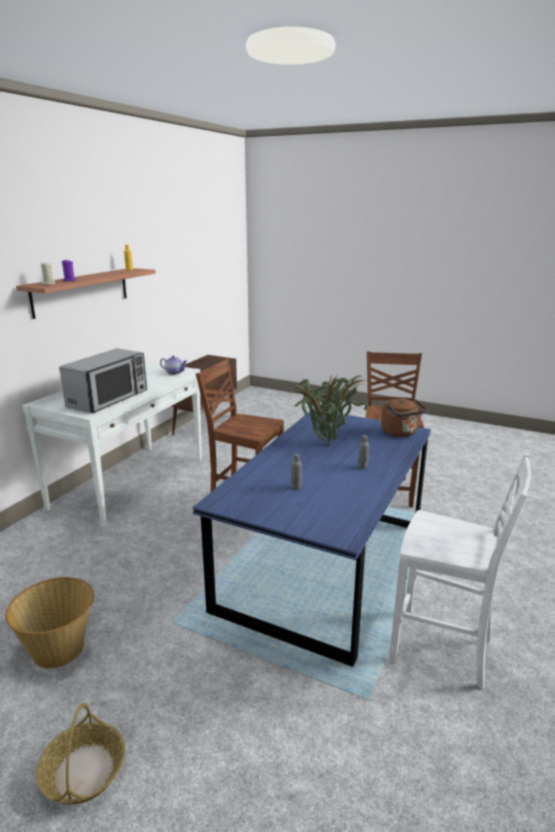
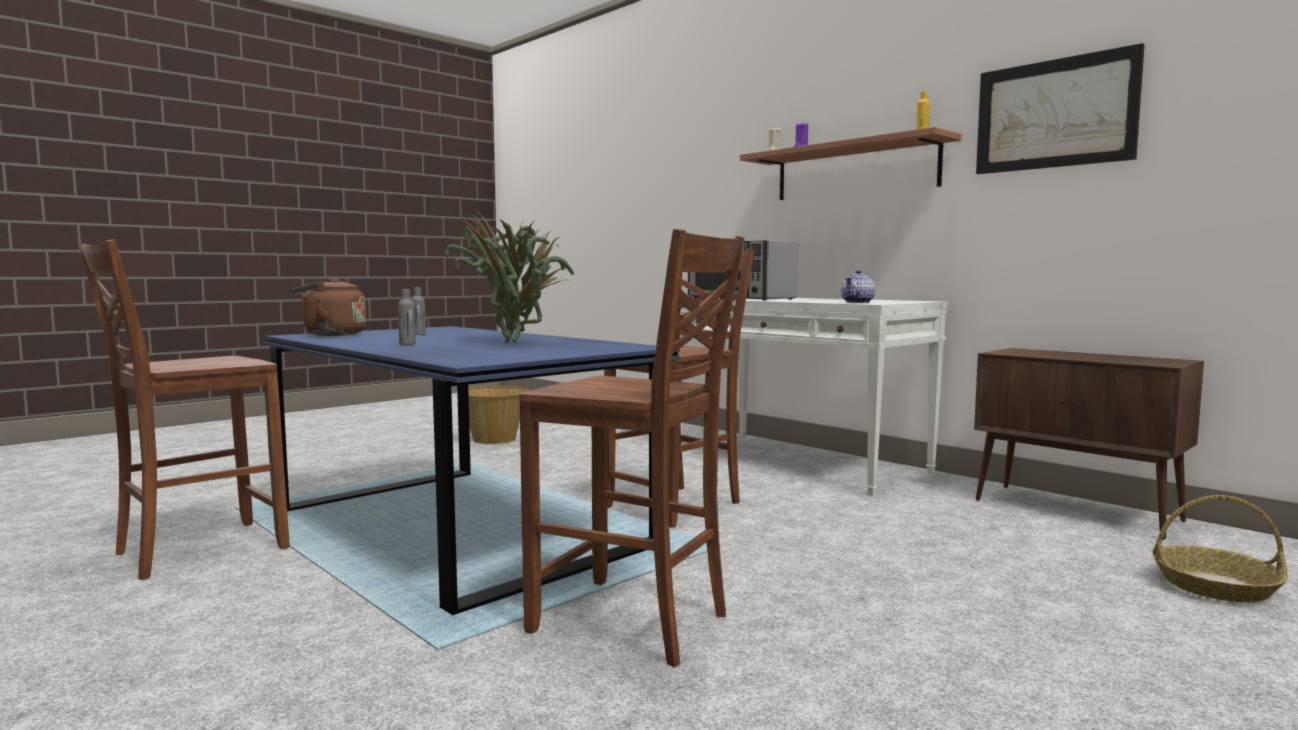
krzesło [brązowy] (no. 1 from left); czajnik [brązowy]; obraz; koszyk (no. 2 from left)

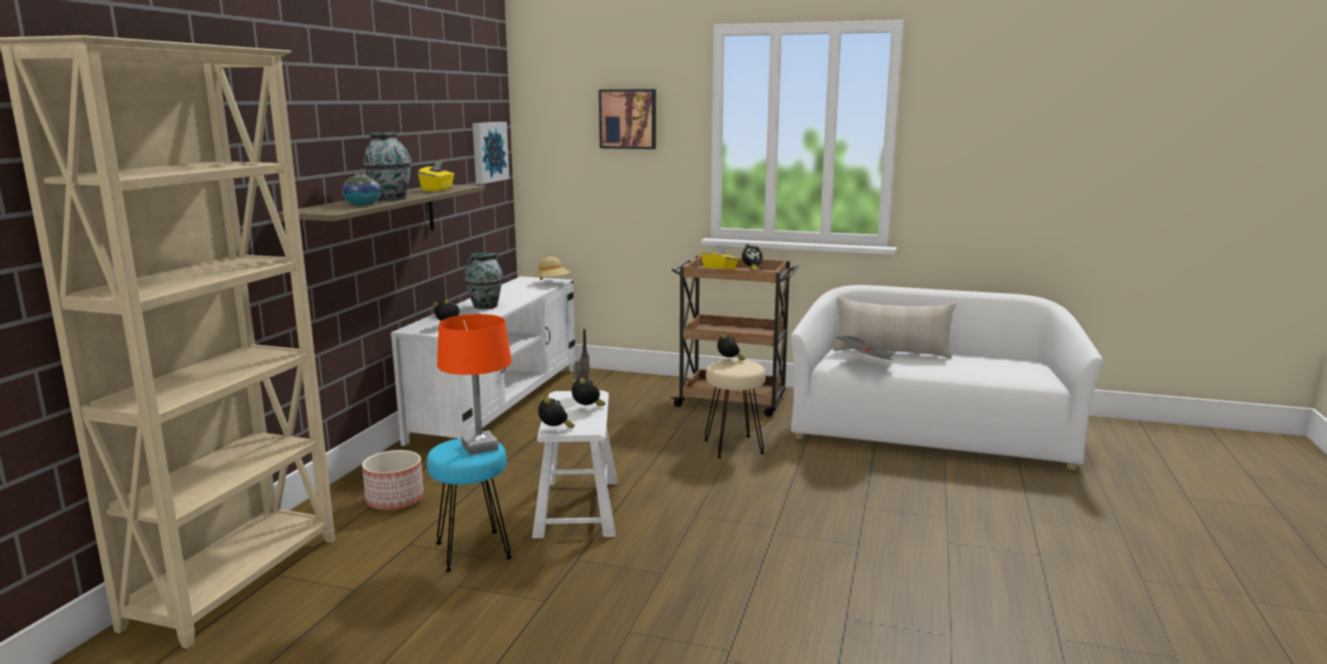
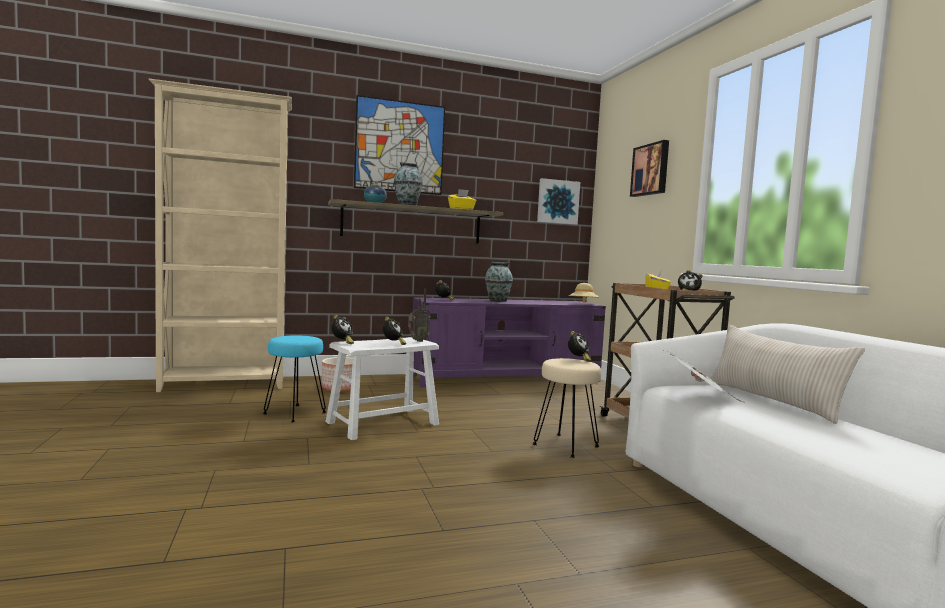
obraz (no. 1 from left); szafka pod telewizor [fioletowy]; lampa stołowa [pomarańczowy]

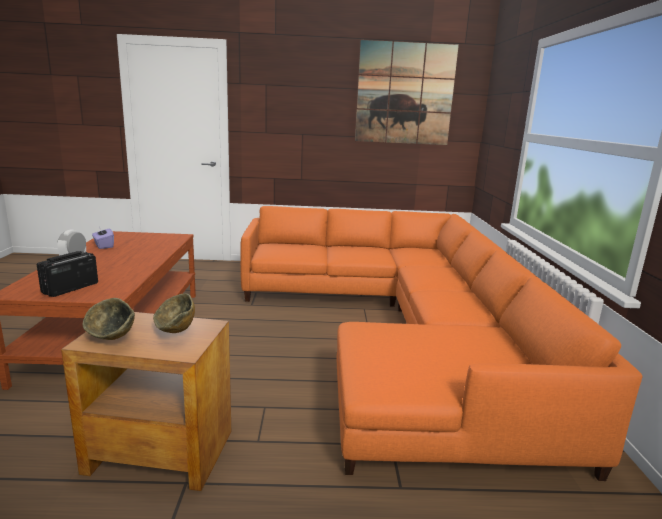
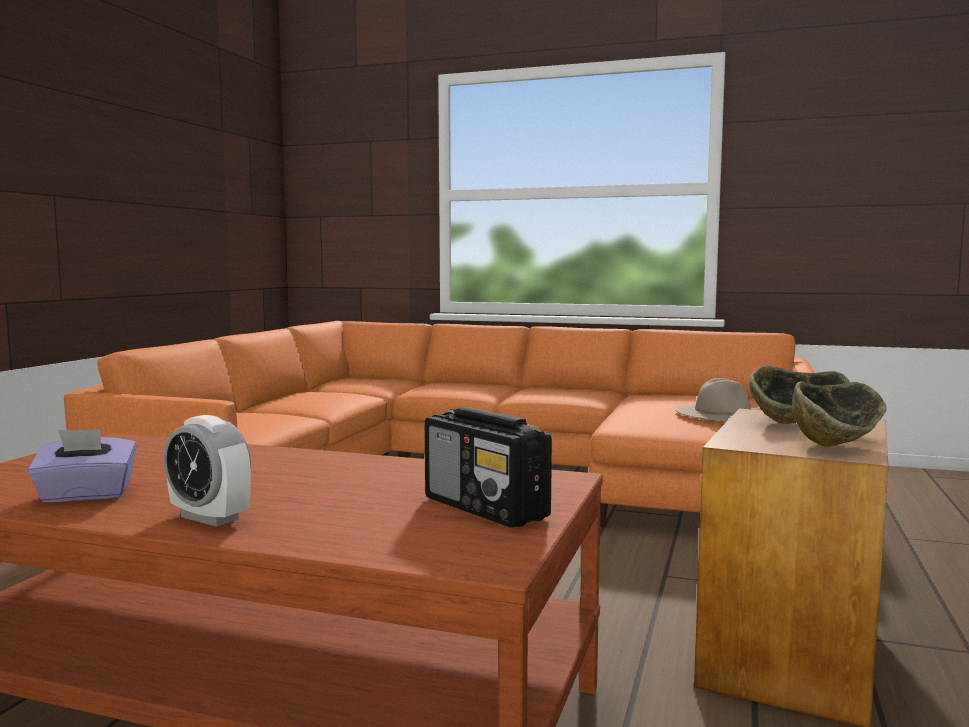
kapelusz [beżowy]; obraz

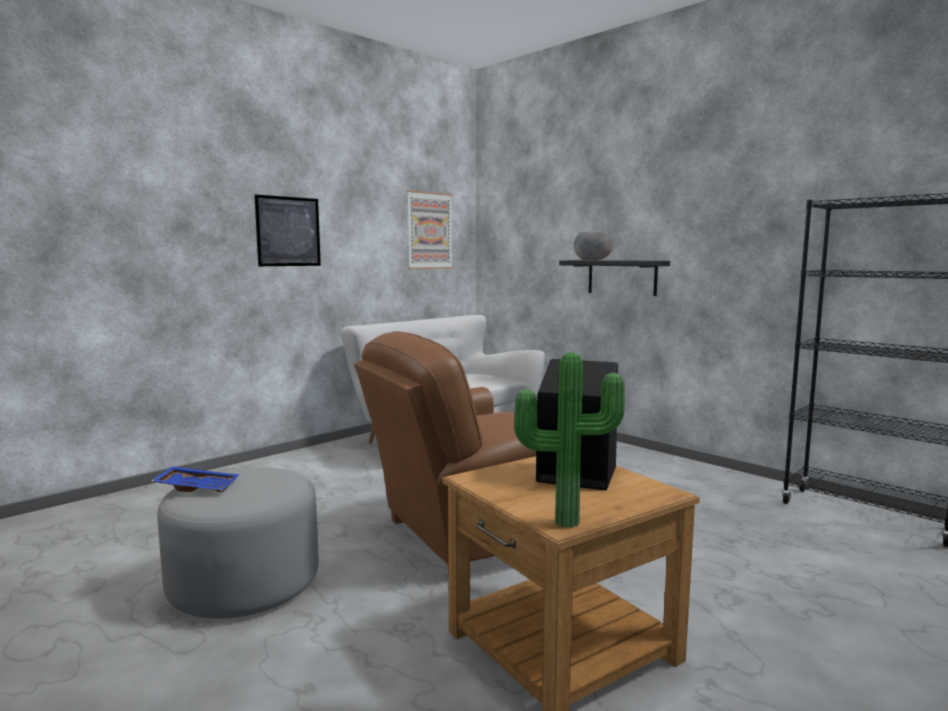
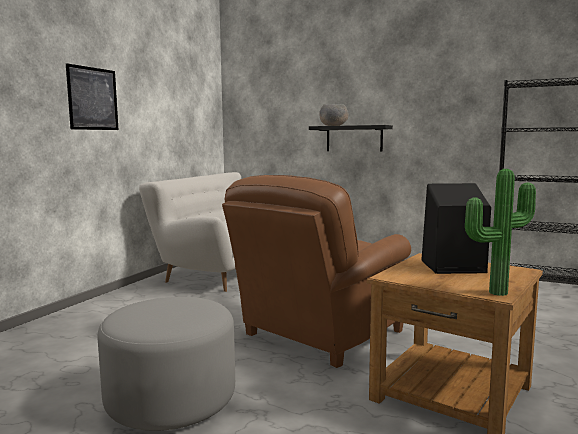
taca [niebieski]; obraz (no. 2 from left in the first image)

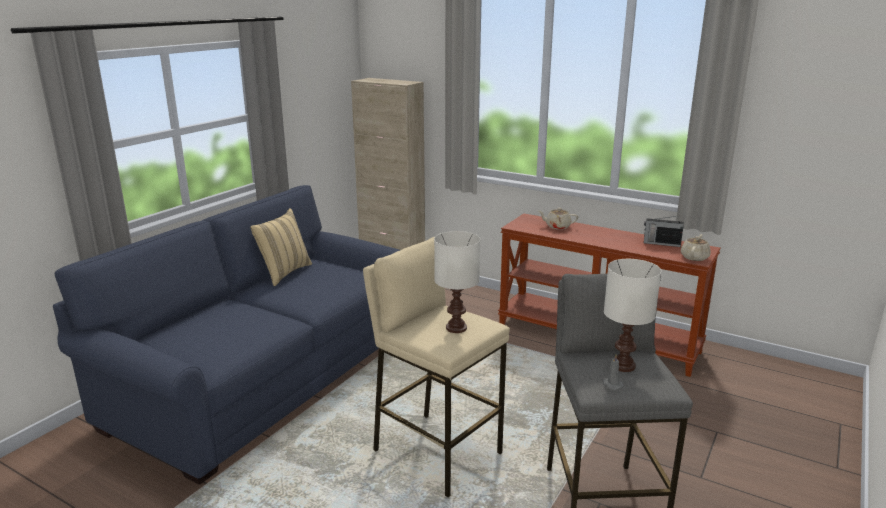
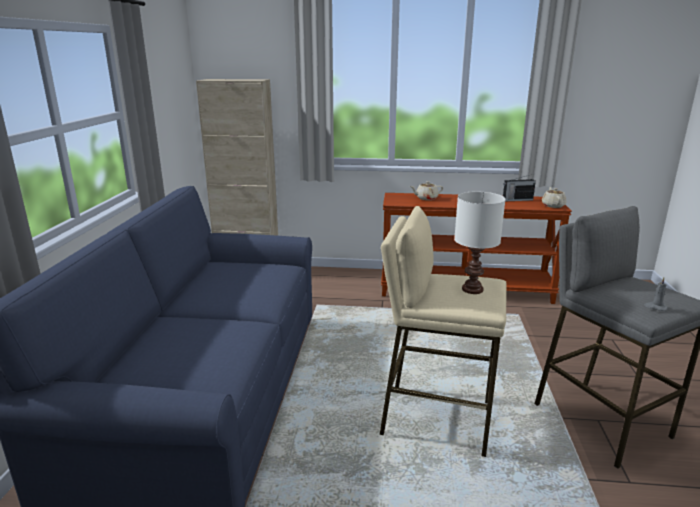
poduszka [beżowy]; lampa stołowa [biały] (no. 2 from left in the first image)

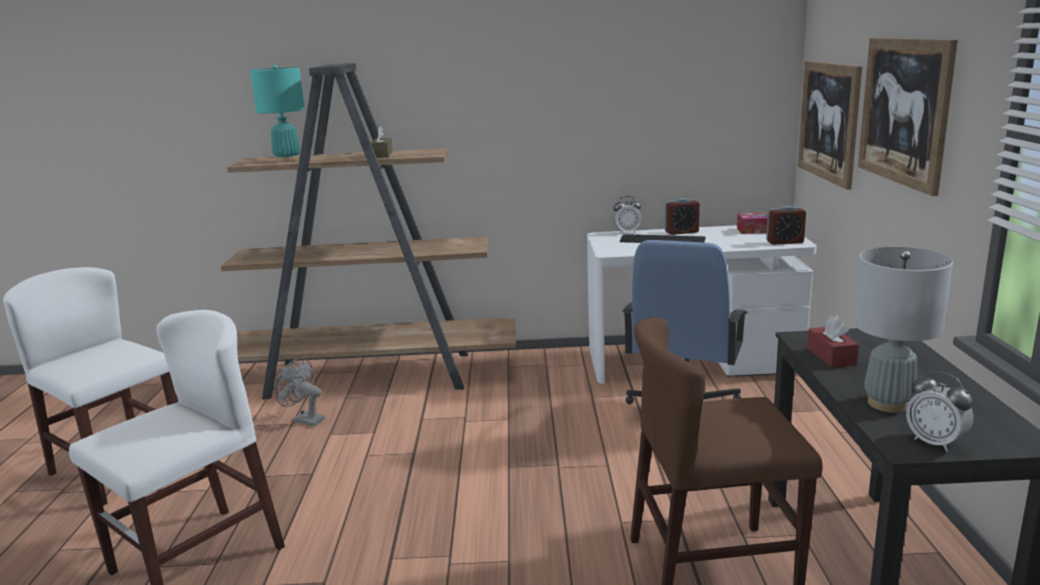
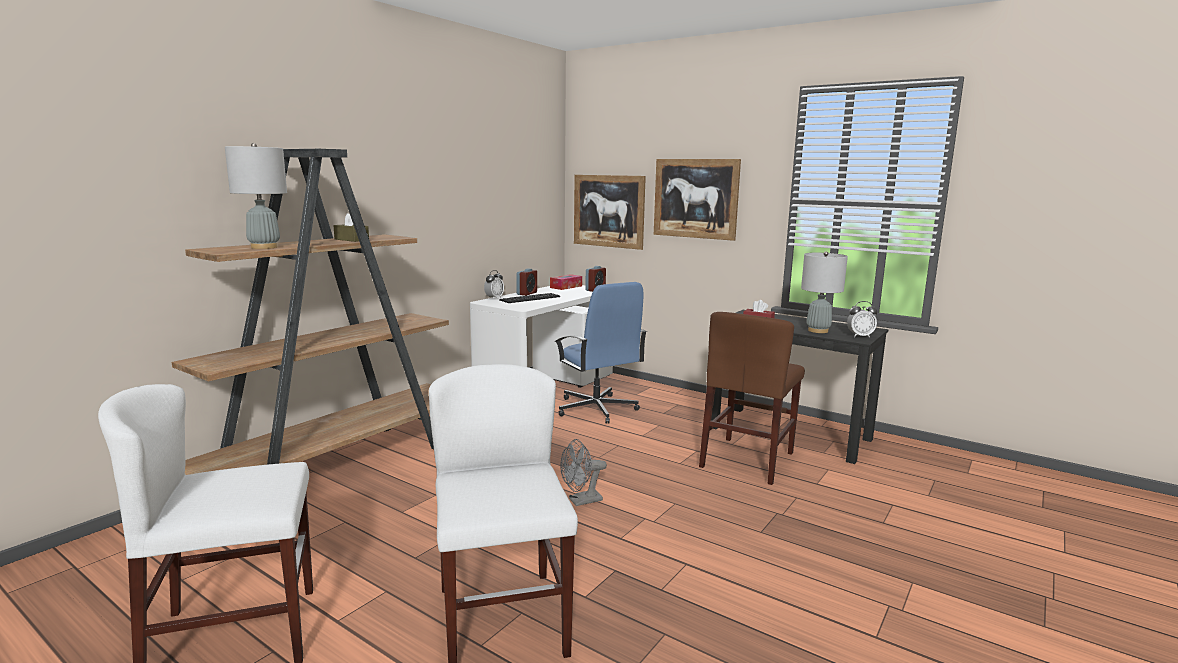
lampa stołowa [szary] (no. 1 from left); wentylator [szary]

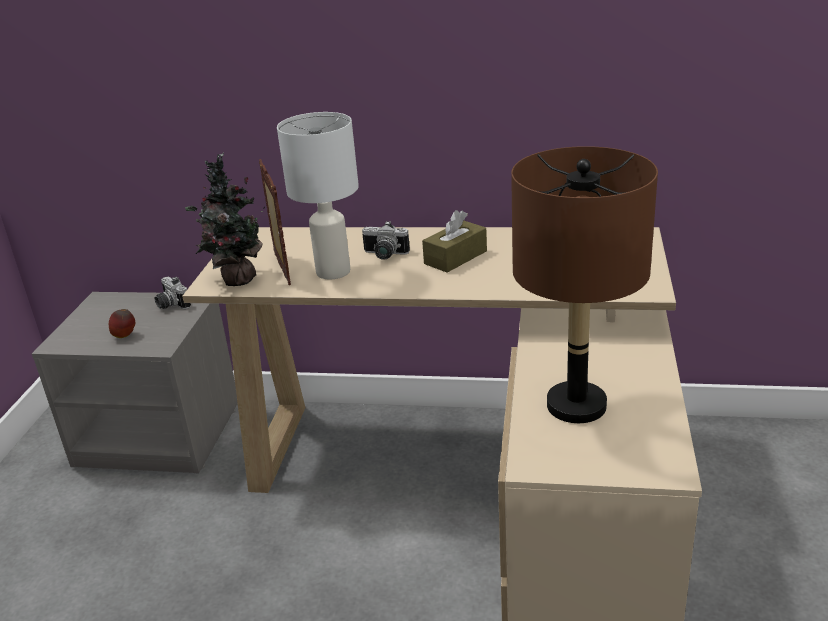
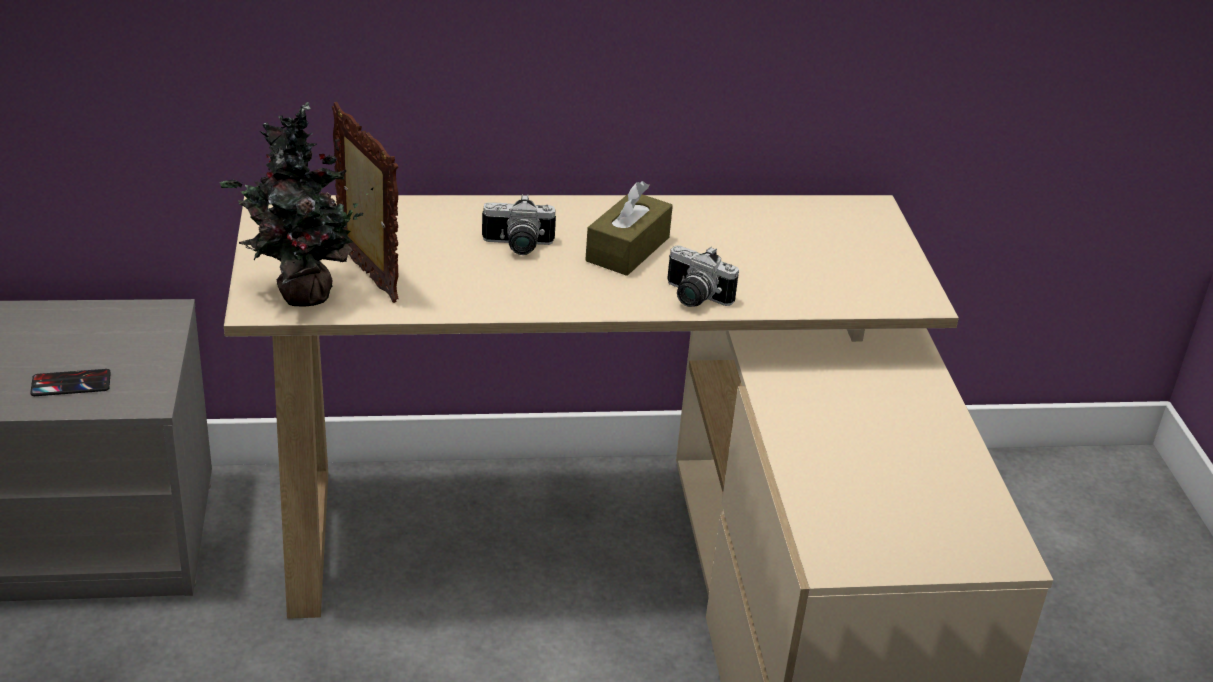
telefon; aparat fotograficzny (no. 2 from left); lampa stołowa [biały]; lampa stołowa [brązowy]

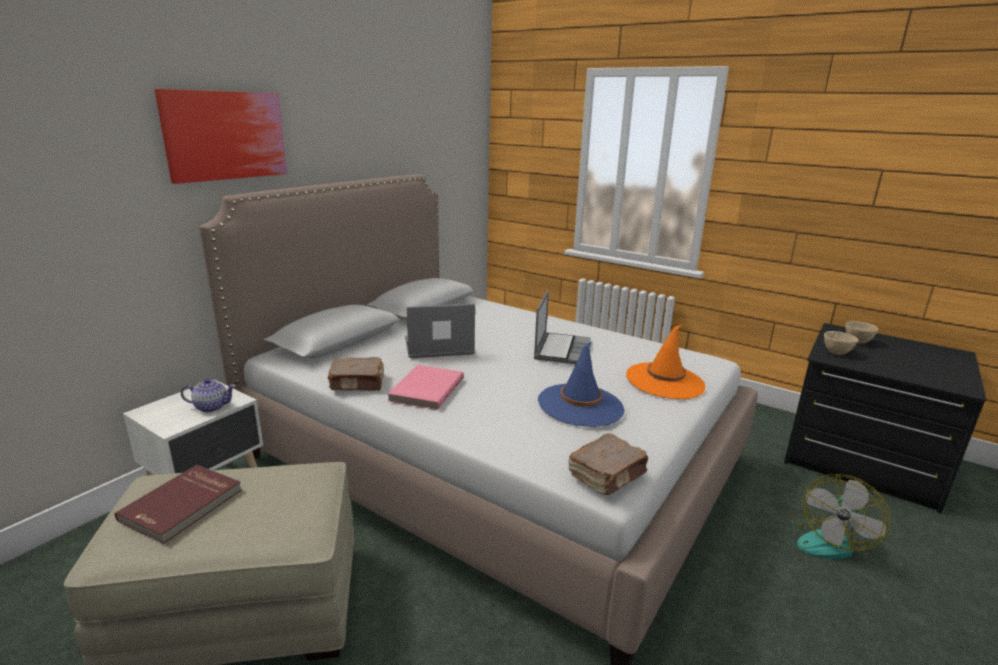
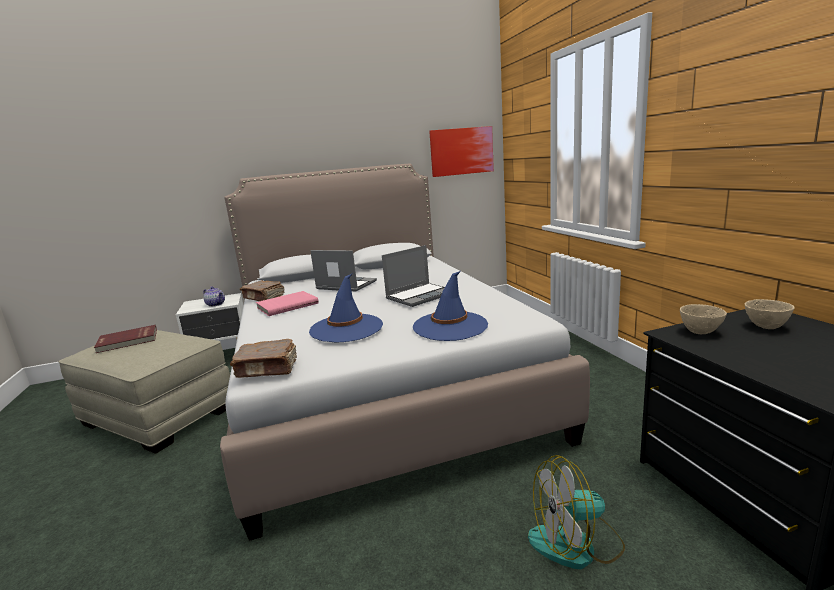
kapelusz [niebieski] (no. 2 from left); obraz

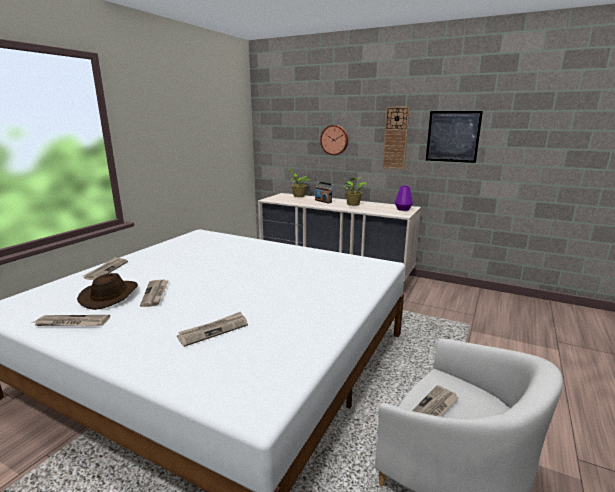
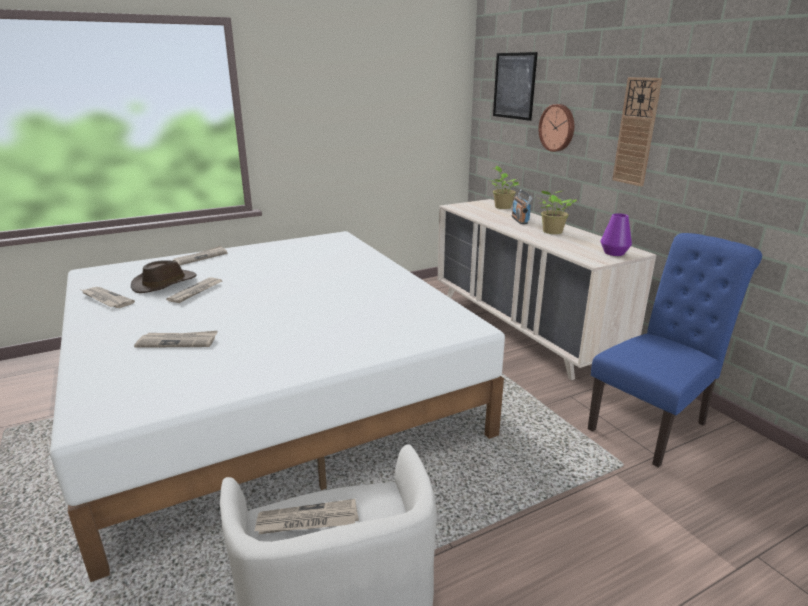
obraz; krzesło [niebieski]

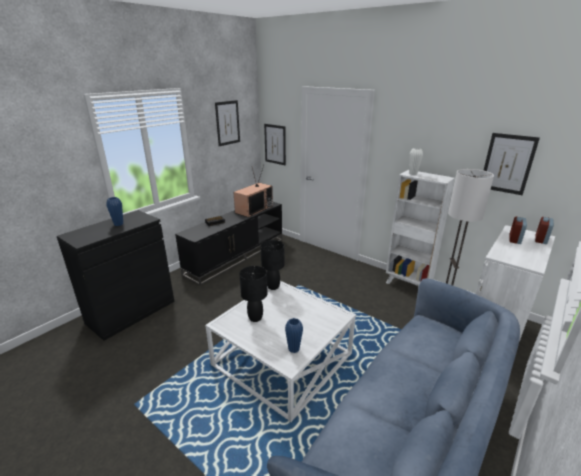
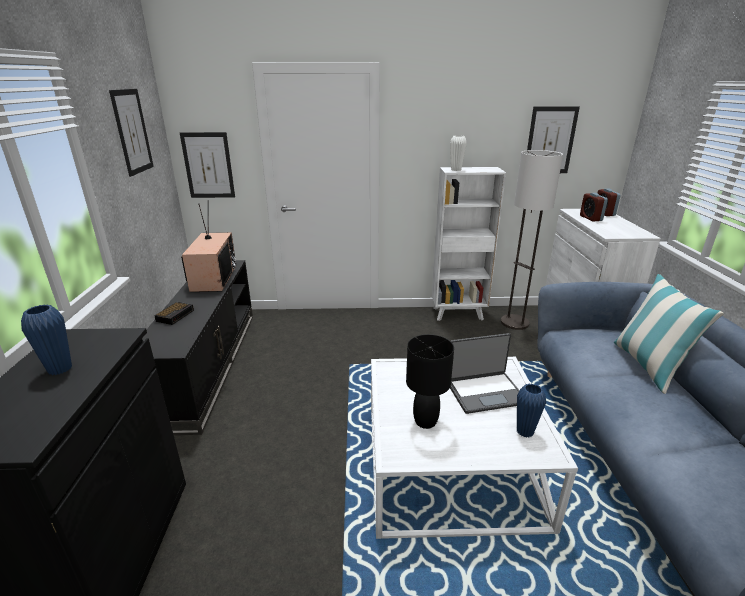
laptop; poduszka; lampa stołowa [czarny] (no. 2 from left in the first image)

